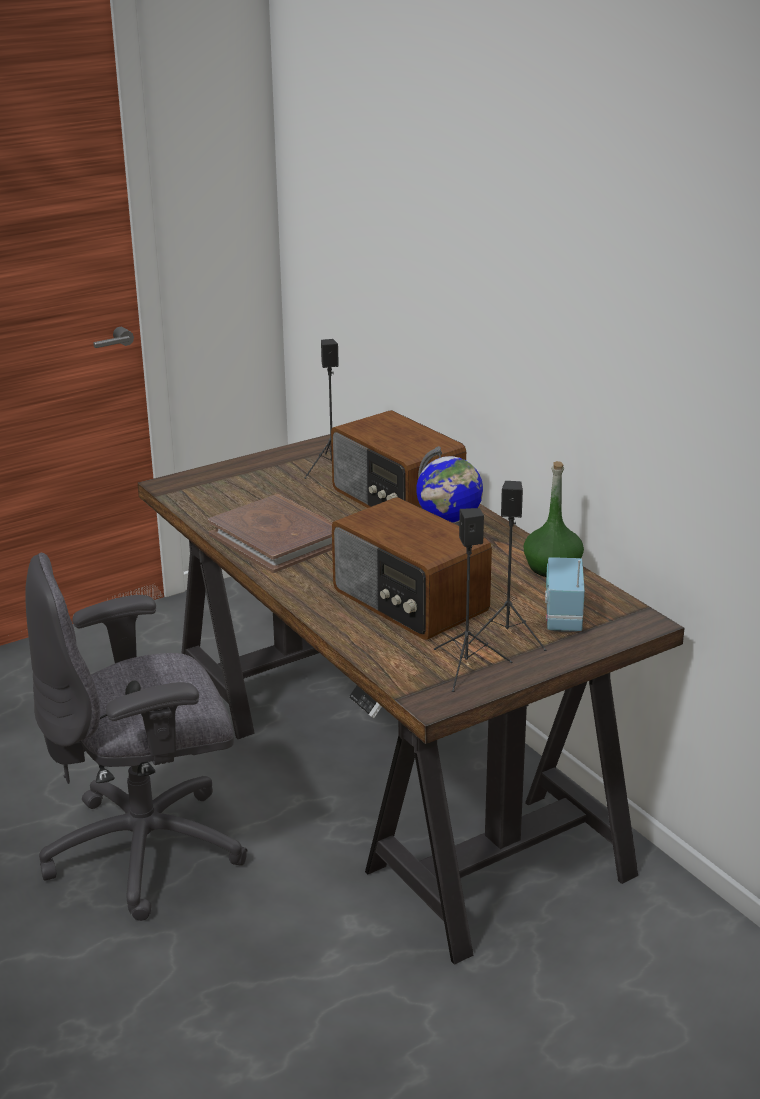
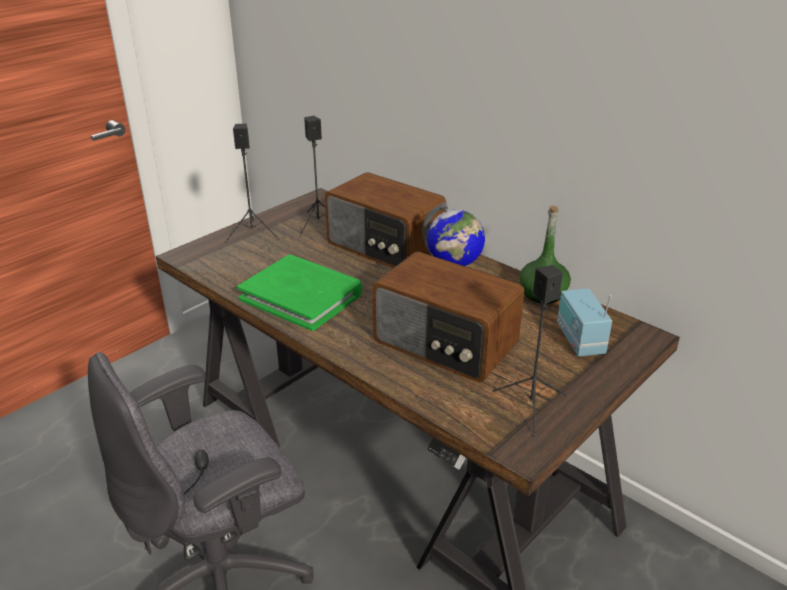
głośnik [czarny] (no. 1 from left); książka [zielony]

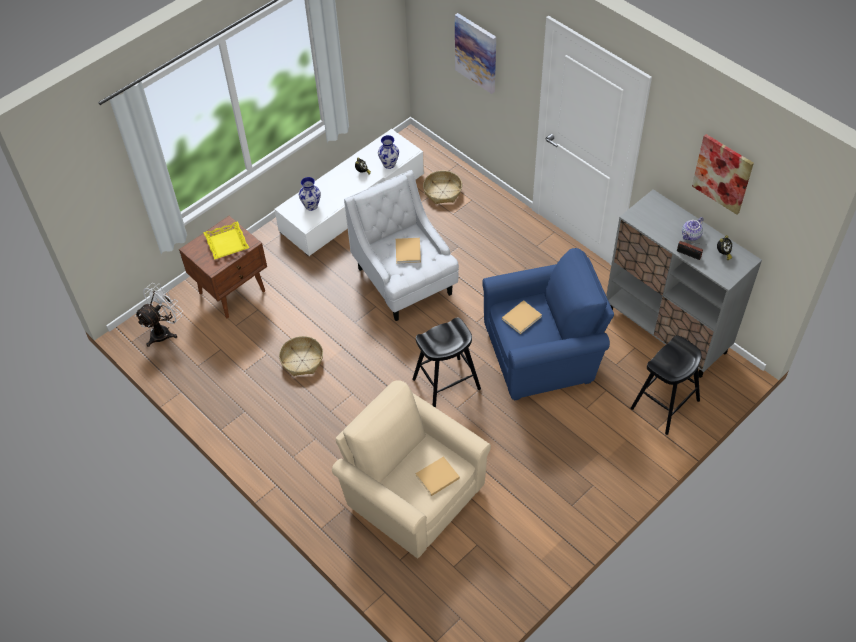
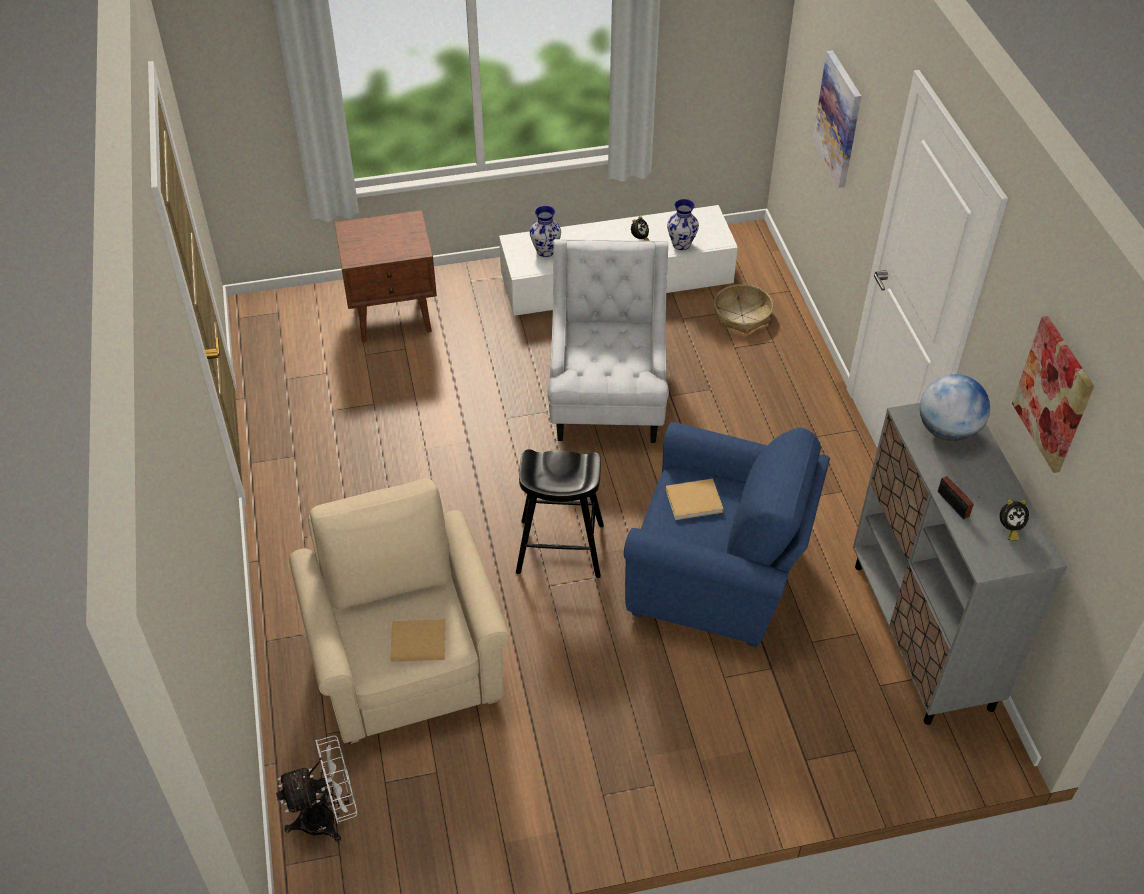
wentylator [biały]; globus; taca [żółty]; koszyk (no. 1 from left in the first image); książka [beżowy] (no. 1 from left in the first image); stołek [czarny] (no. 2 from left in the first image); imbryk

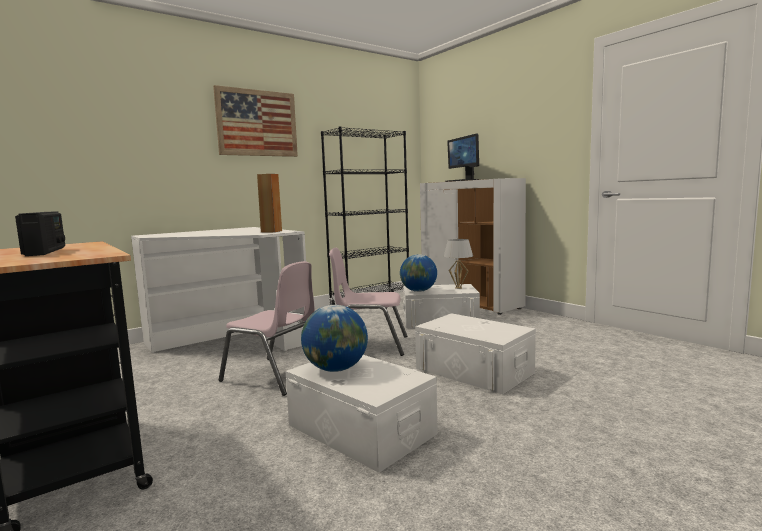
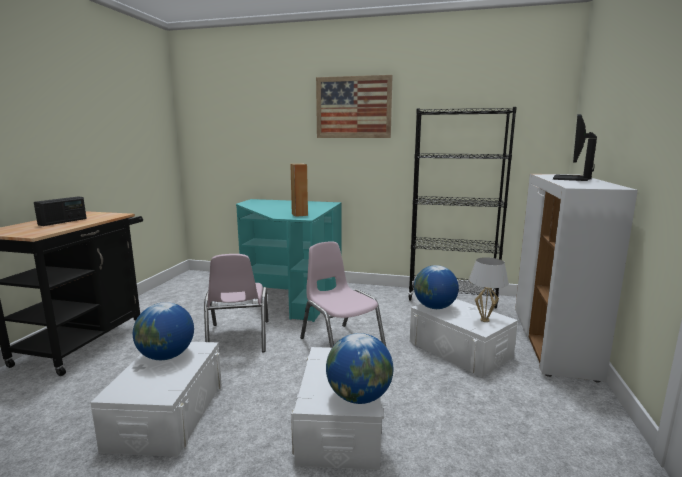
biurko [turkusowy]; globus (no. 2 from left)

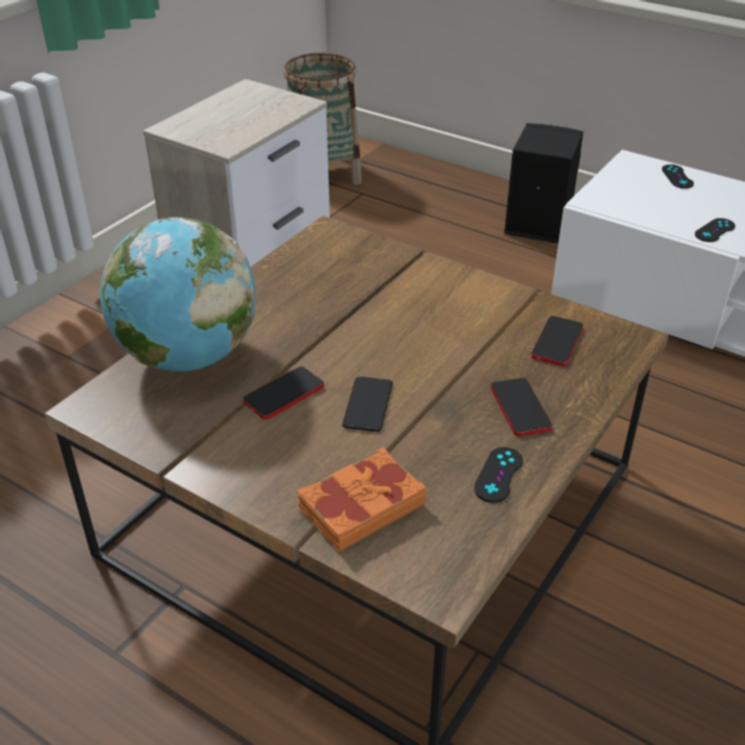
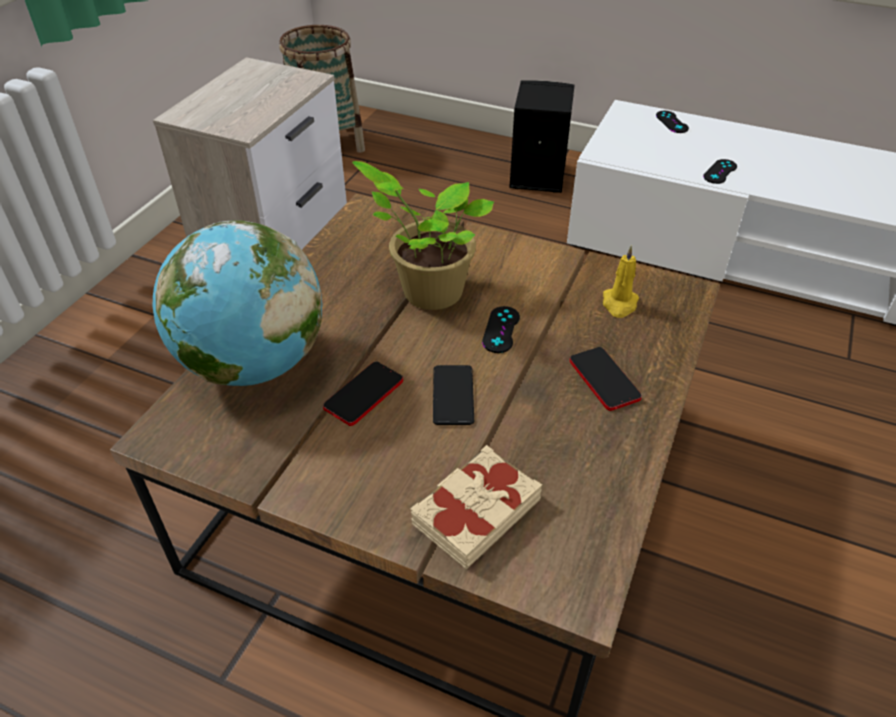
roślina doniczkowa; książka [beżowy]; pad do gier [czarny] (no. 1 from left); świeca [żółty]

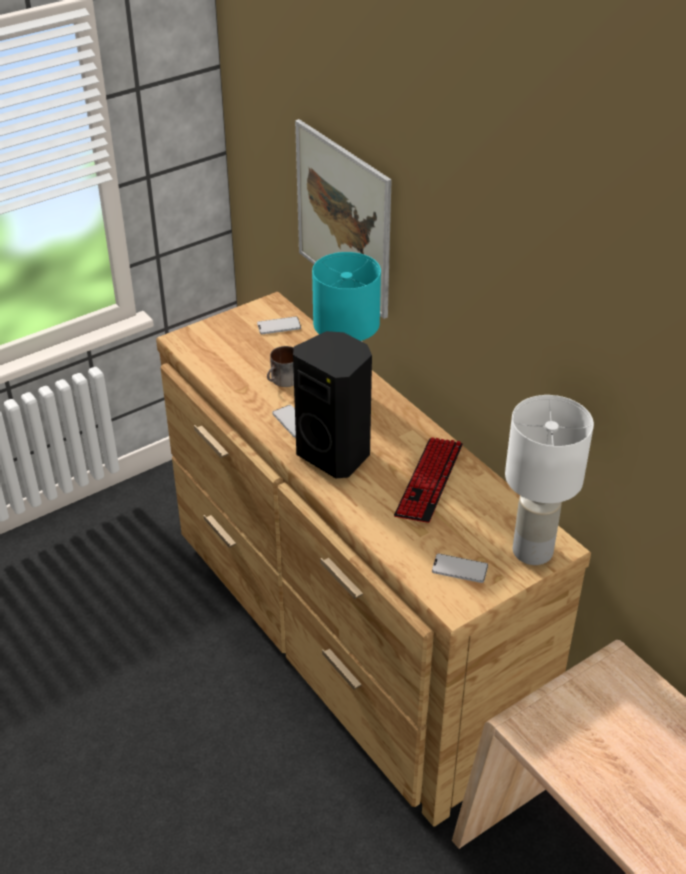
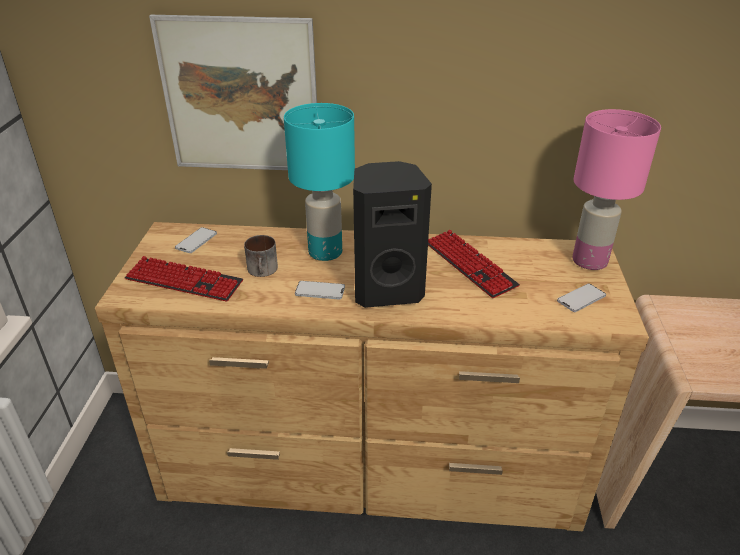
klawiatura (no. 1 from left); lampa stołowa [różowy]

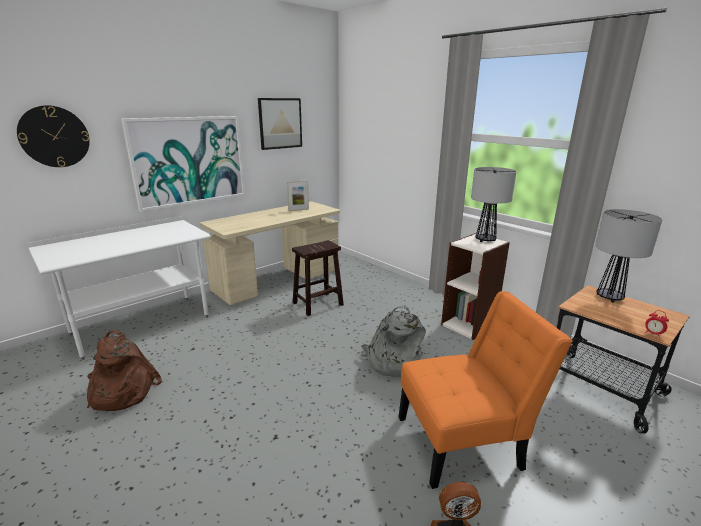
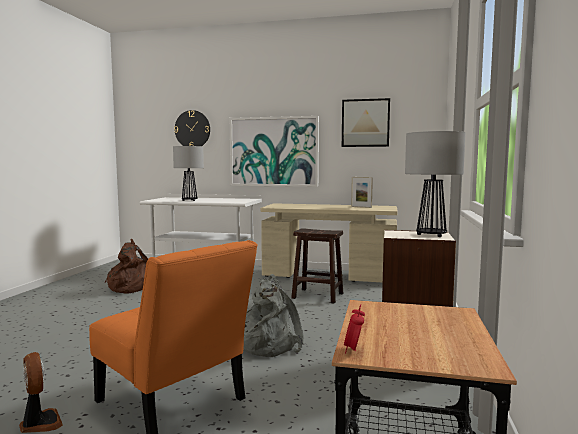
lampa stołowa (no. 1 from left)

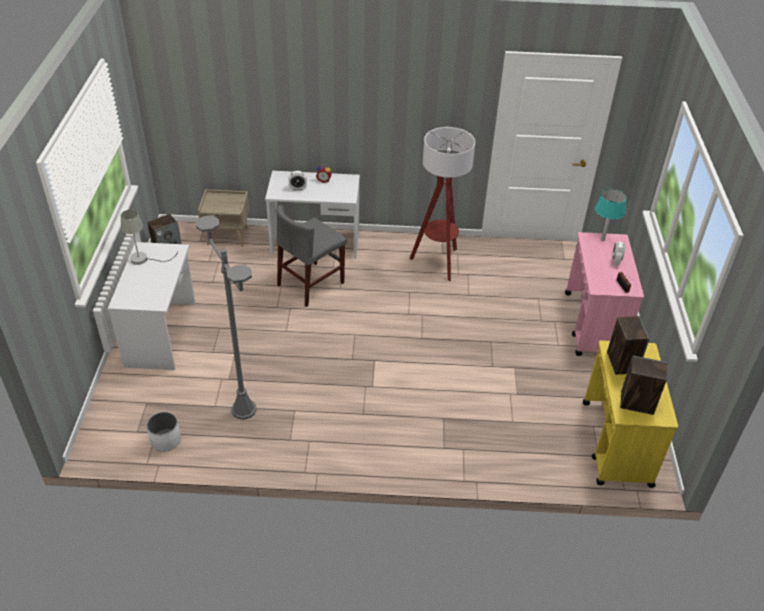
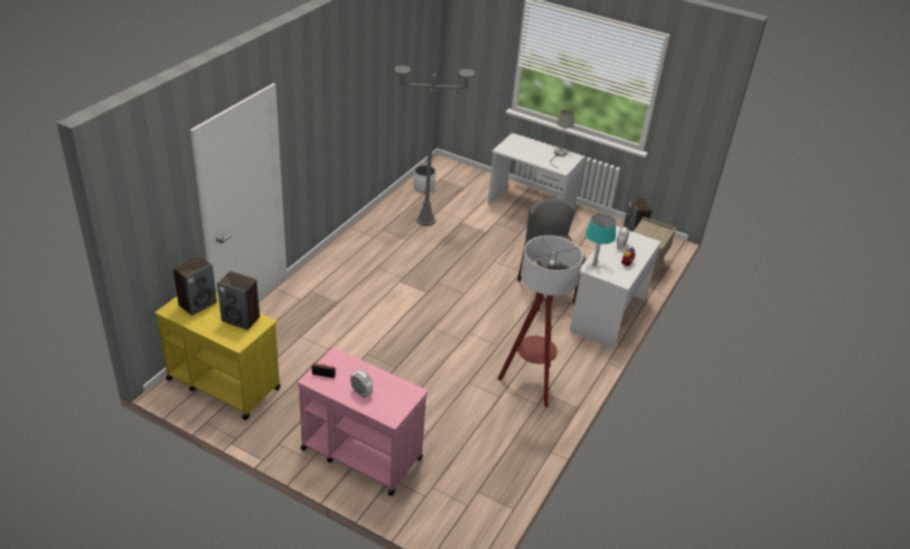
lampa stołowa [turkusowy]

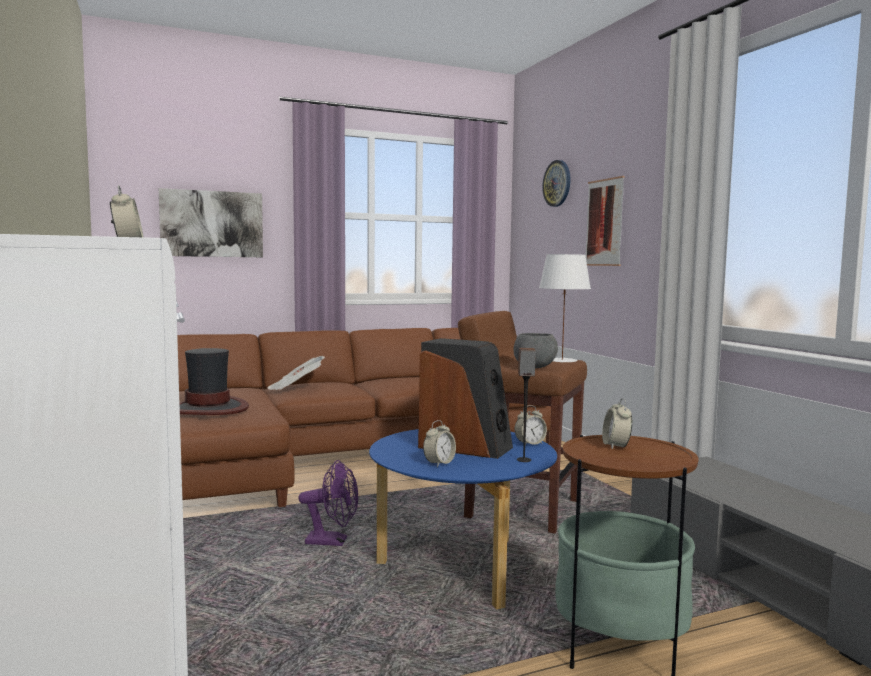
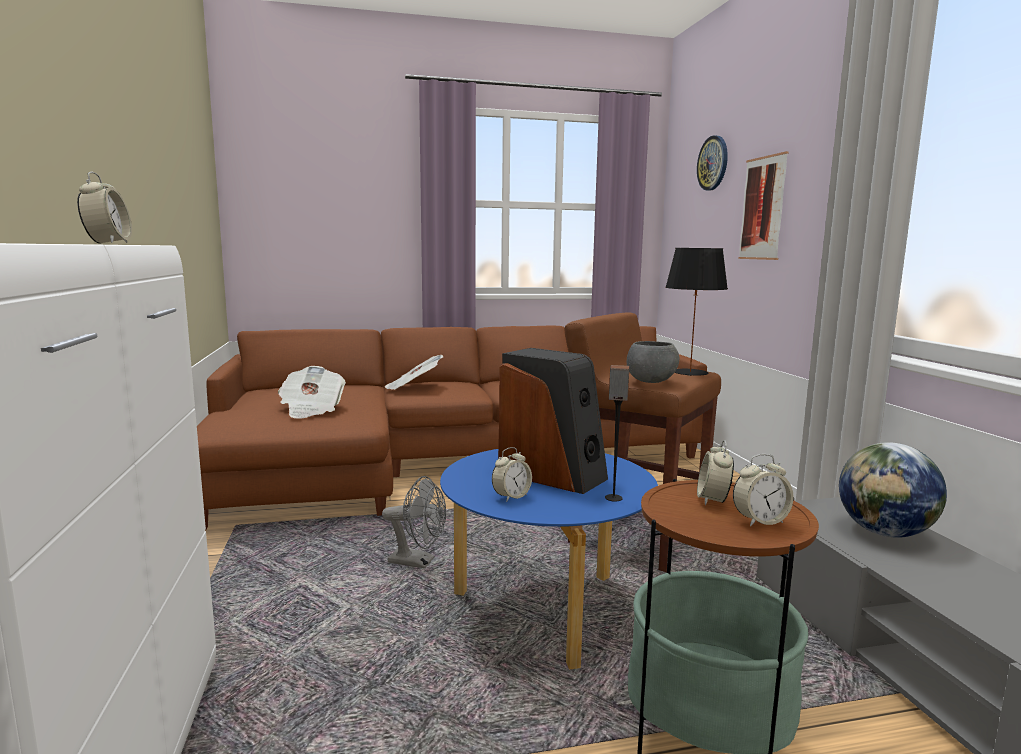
gazeta (no. 1 from left); wentylator [szary]; lampa stołowa [czarny]; budzik (no. 4 from left); globus; obraz (no. 1 from left in the first image)

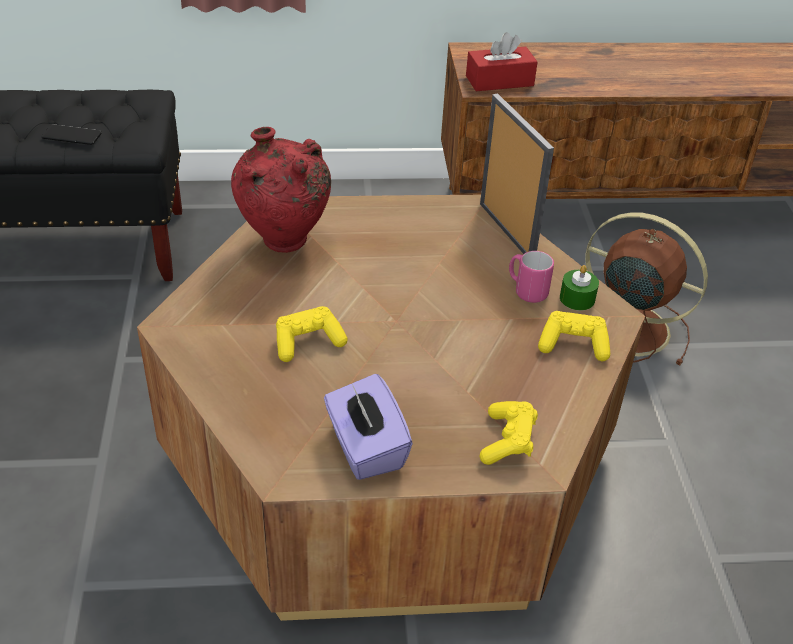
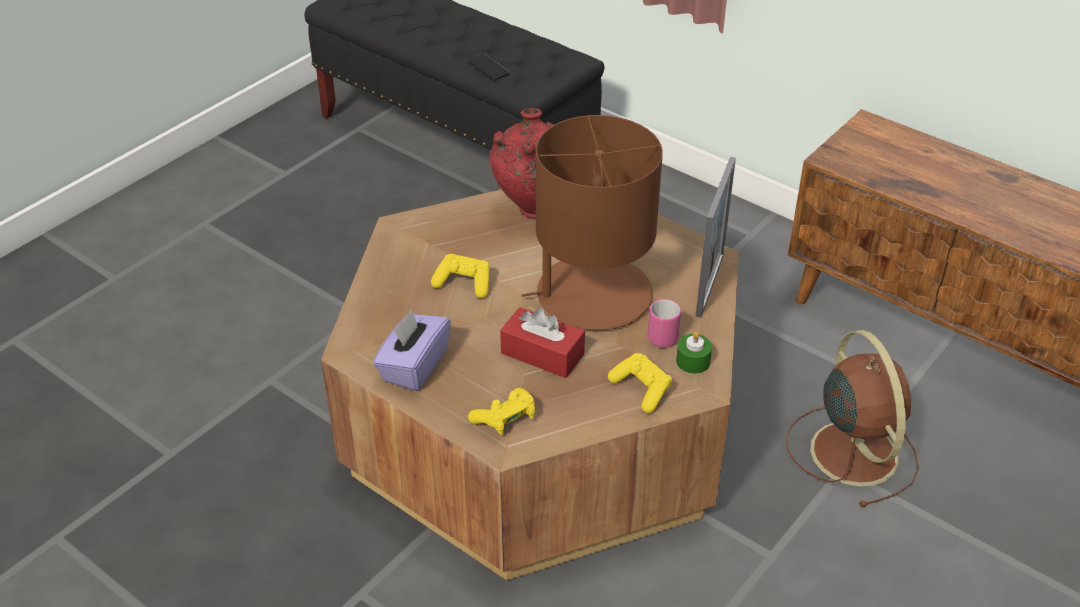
pudełko chusteczek [czerwony]; lampa stołowa [brązowy]

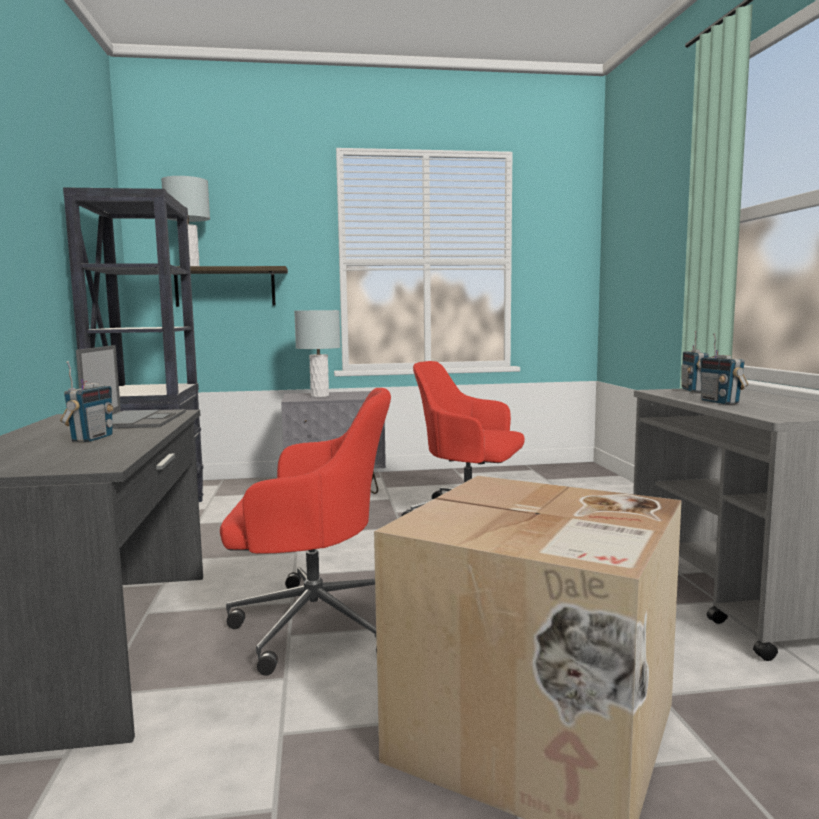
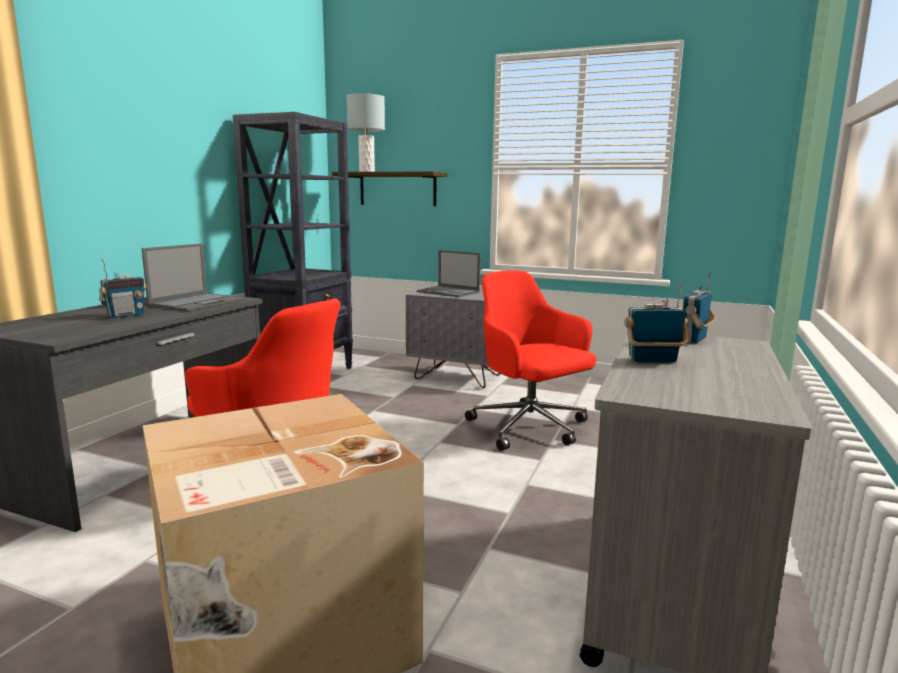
laptop (no. 2 from left); radio (no. 2 from left)

